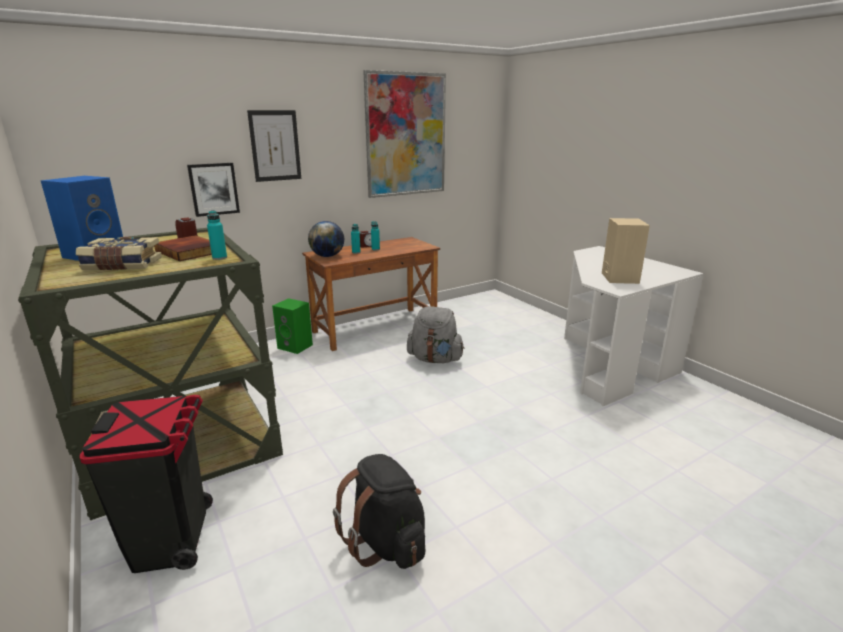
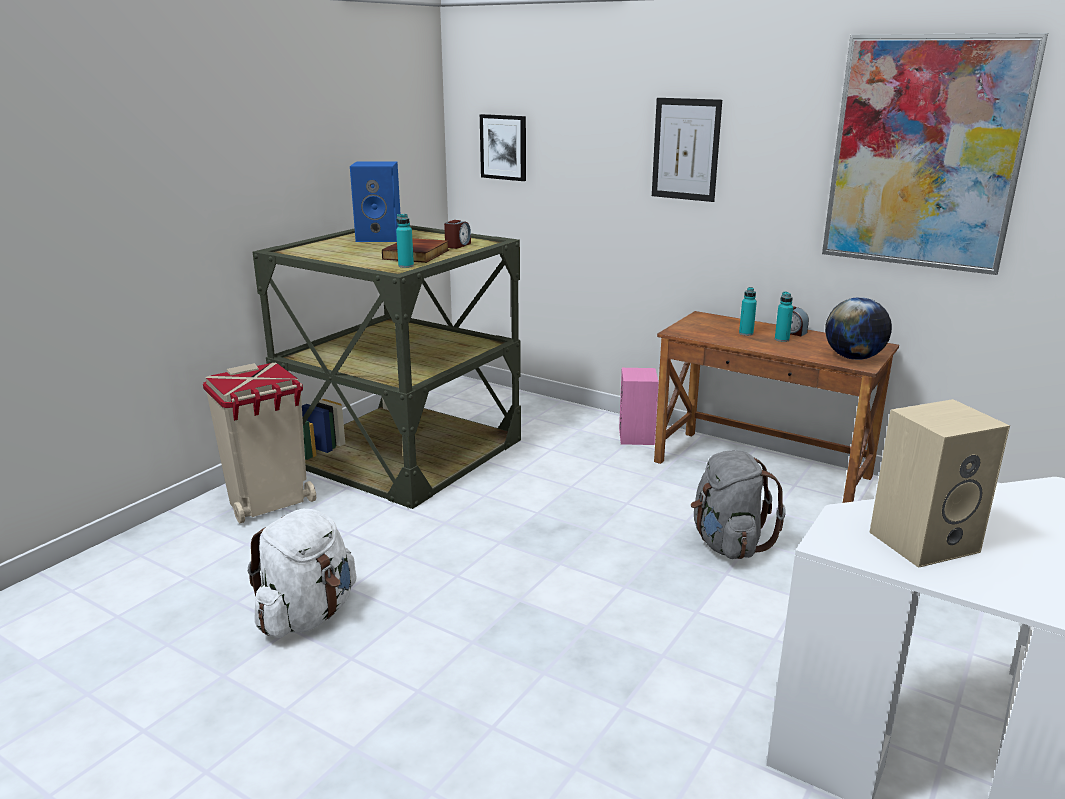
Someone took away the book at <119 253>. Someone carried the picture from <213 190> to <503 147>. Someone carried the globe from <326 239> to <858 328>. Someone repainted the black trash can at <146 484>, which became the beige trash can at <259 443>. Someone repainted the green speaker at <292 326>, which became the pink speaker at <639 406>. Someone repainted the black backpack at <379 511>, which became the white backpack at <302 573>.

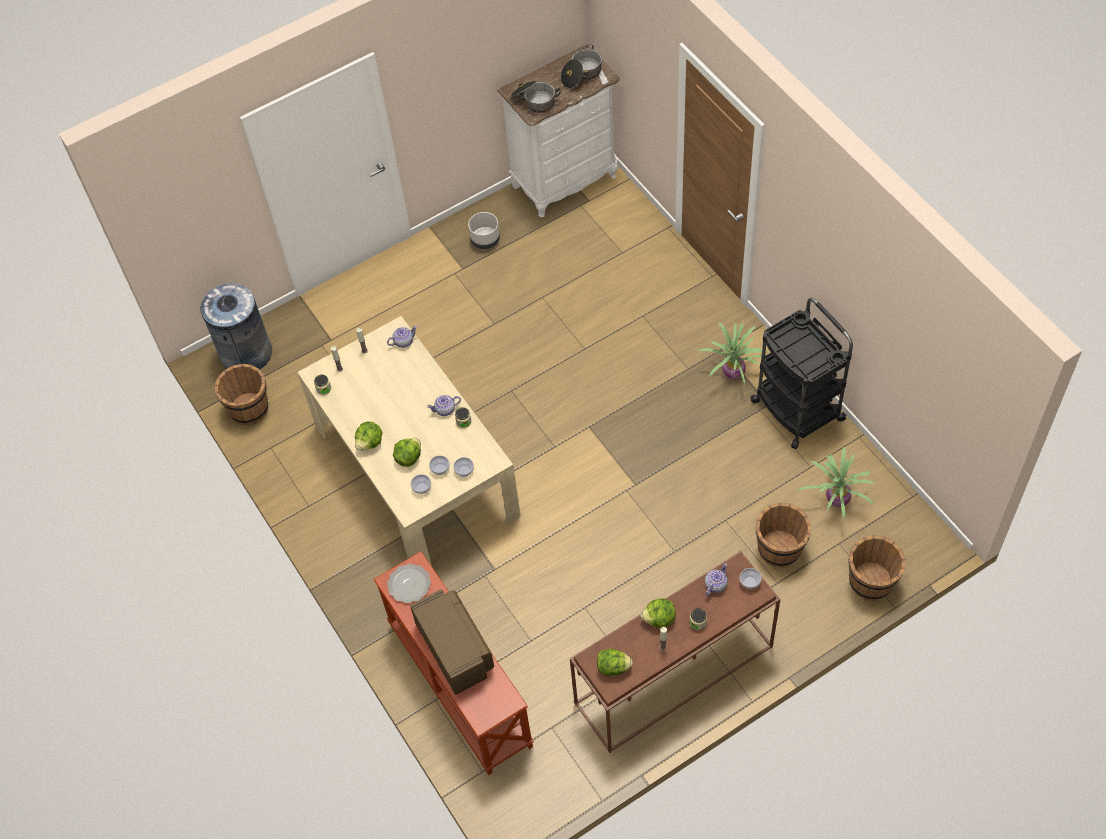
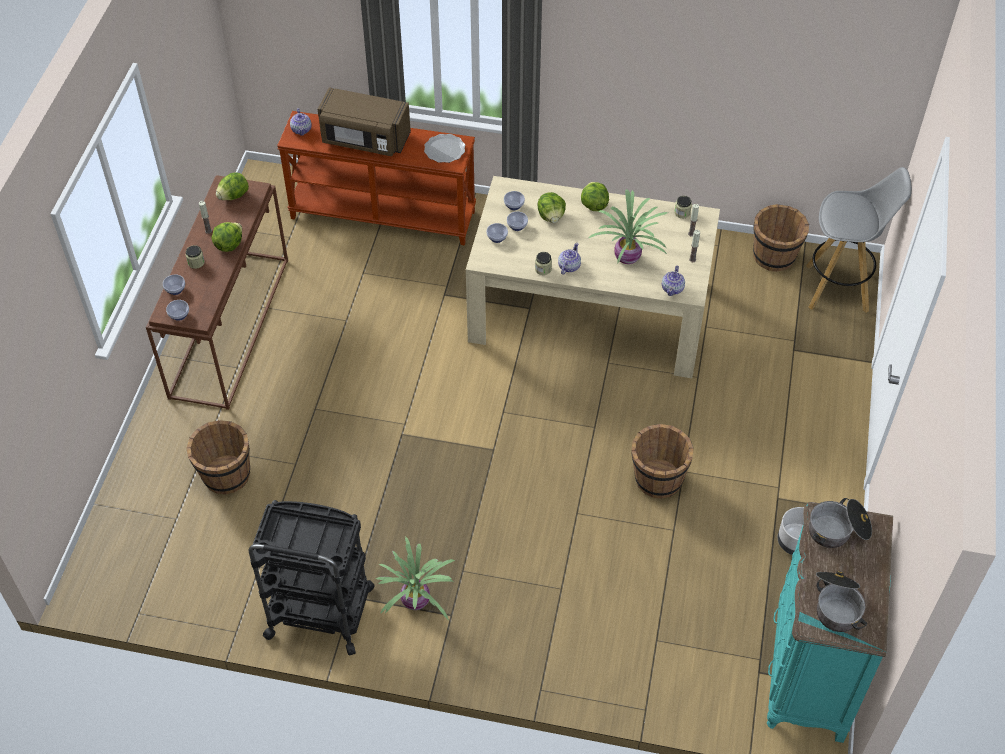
Someone put down the bowl at <174 284>. Someone carried the teapot from <716 579> to <301 122>. Someone carried the potted plant from <836 483> to <628 226>. Someone carried the brown bucket from <877 568> to <662 461>. Someone swapped the grey trash can at <235 326> for the grey stool at <859 240>. Someone repainted the white dresser at <558 130>, which became the turquoise dresser at <830 622>.

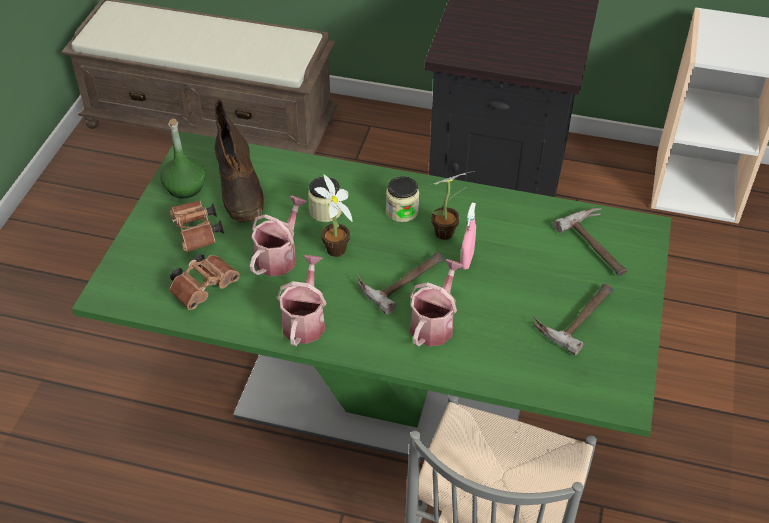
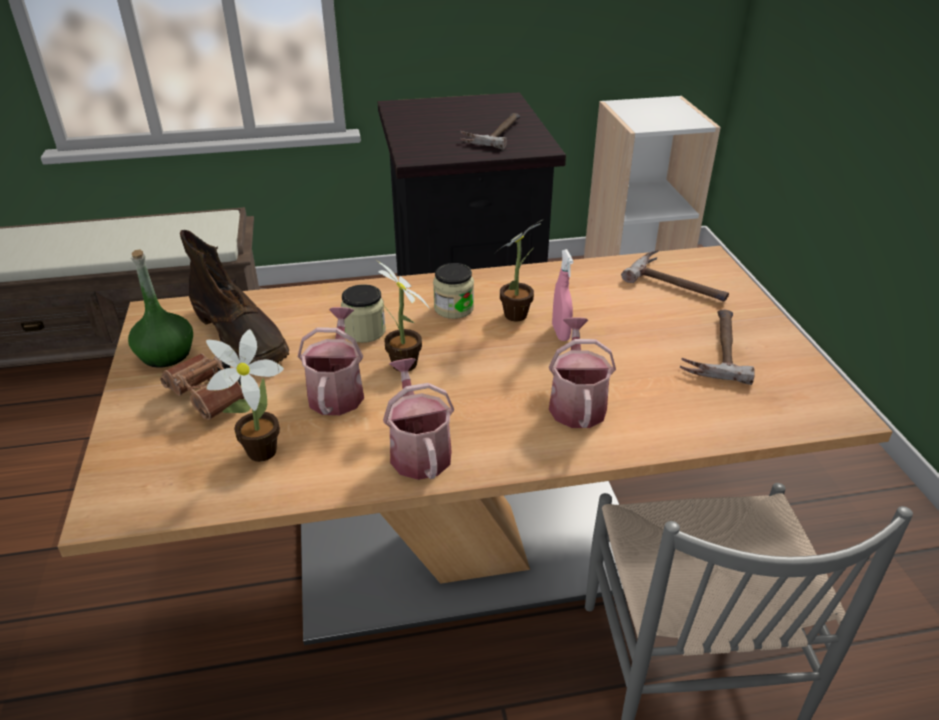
Someone carried the hammer from <401 283> to <490 131>. Someone swapped the brown binoculars at <204 282> for the potted plant at <245 395>. Someone repainted the green dining table at <371 296>, which became the beige dining table at <475 445>.

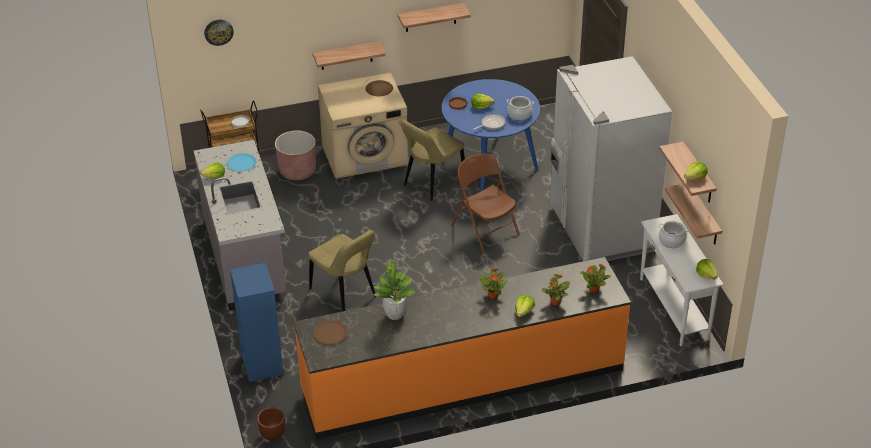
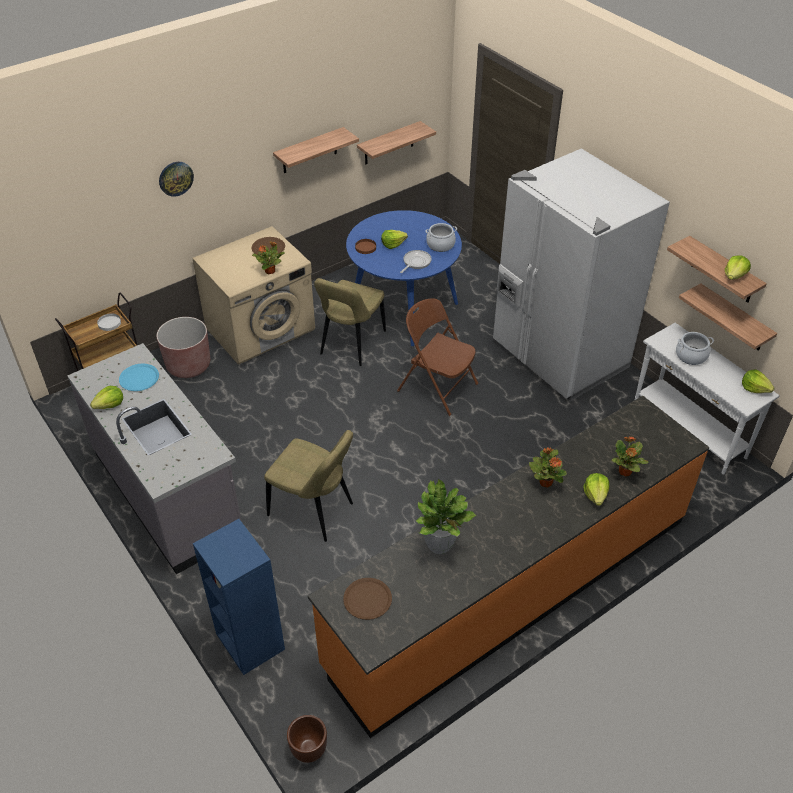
Someone carried the wall clock from <219 33> to <176 179>. Someone carried the shelf from <349 55> to <396 142>. Someone carried the potted plant from <595 278> to <268 257>.

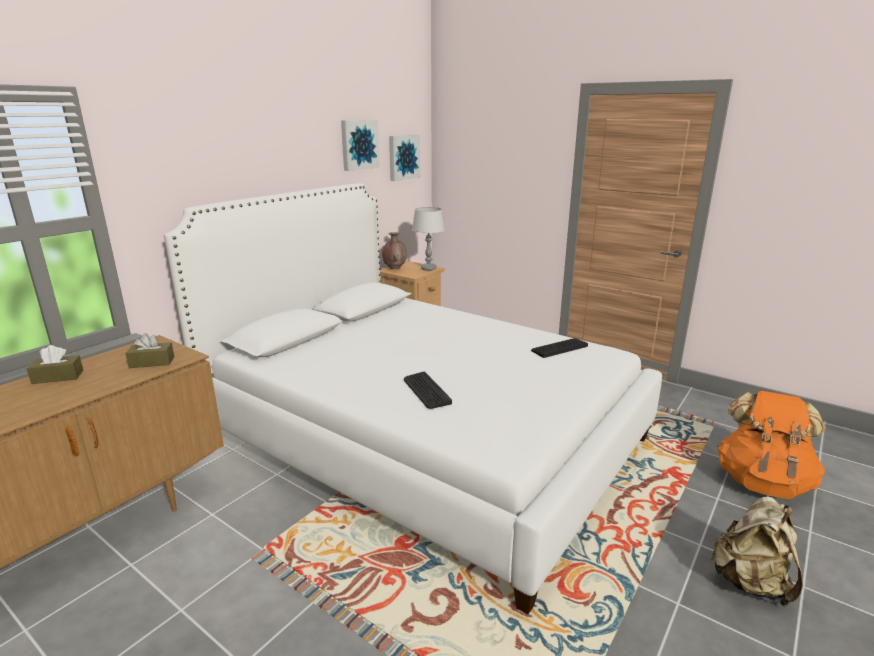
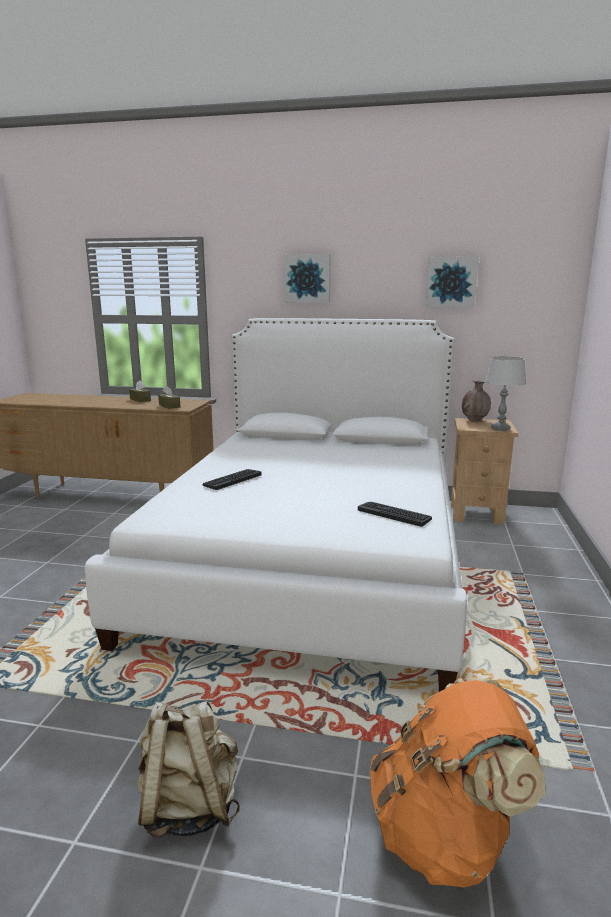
Someone carried the picture from <404 158> to <307 278>.

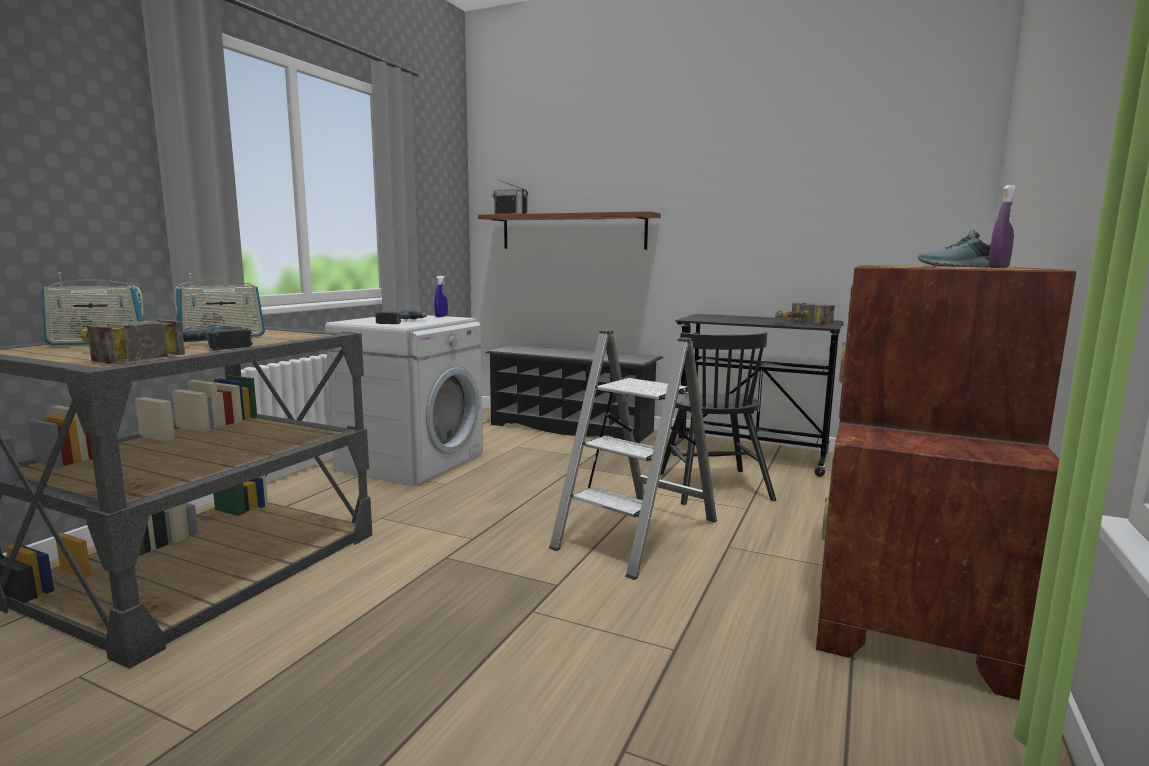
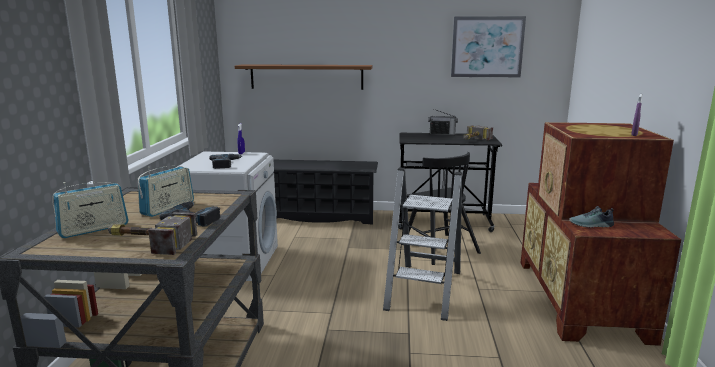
Someone put up the picture at <488 46>. Someone carried the radio from <510 197> to <443 122>. Someone carried the shoe from <954 248> to <591 216>.

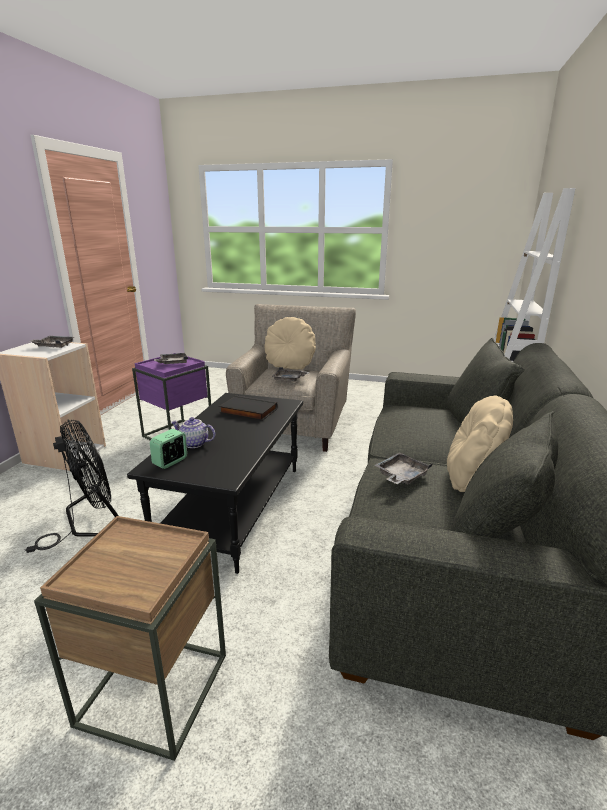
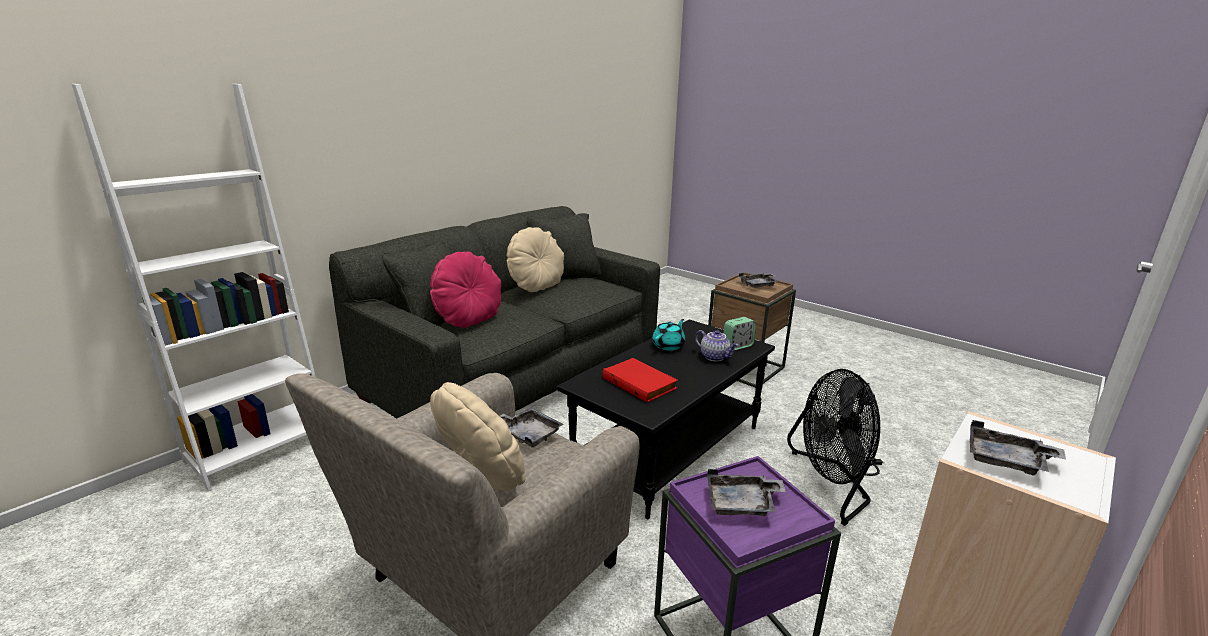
Someone put down the pink pillow at <465 290>. Someone put down the turquoise teapot at <668 335>. Someone carried the grey tray from <403 468> to <758 280>. Someone repainted the black book at <248 408>, which became the red book at <640 380>.

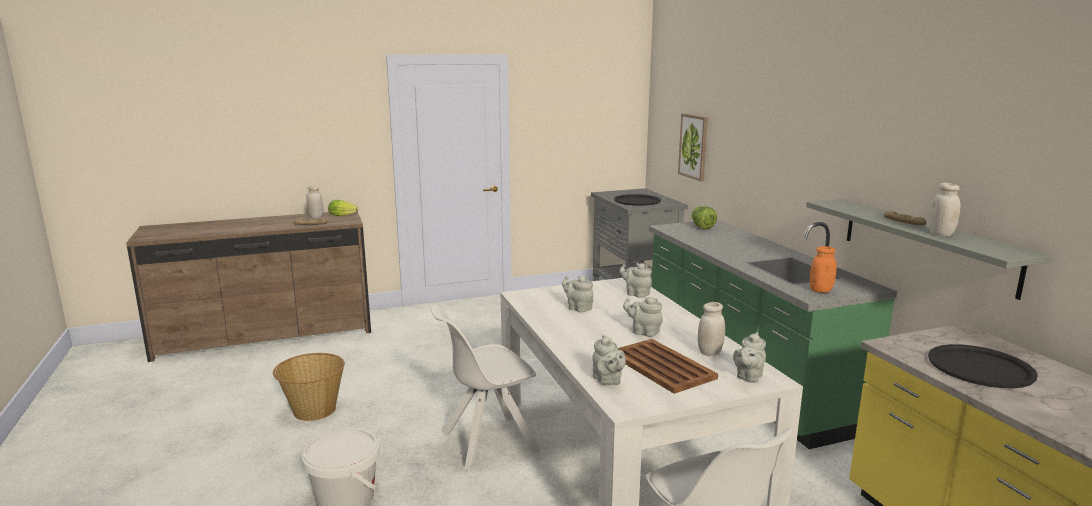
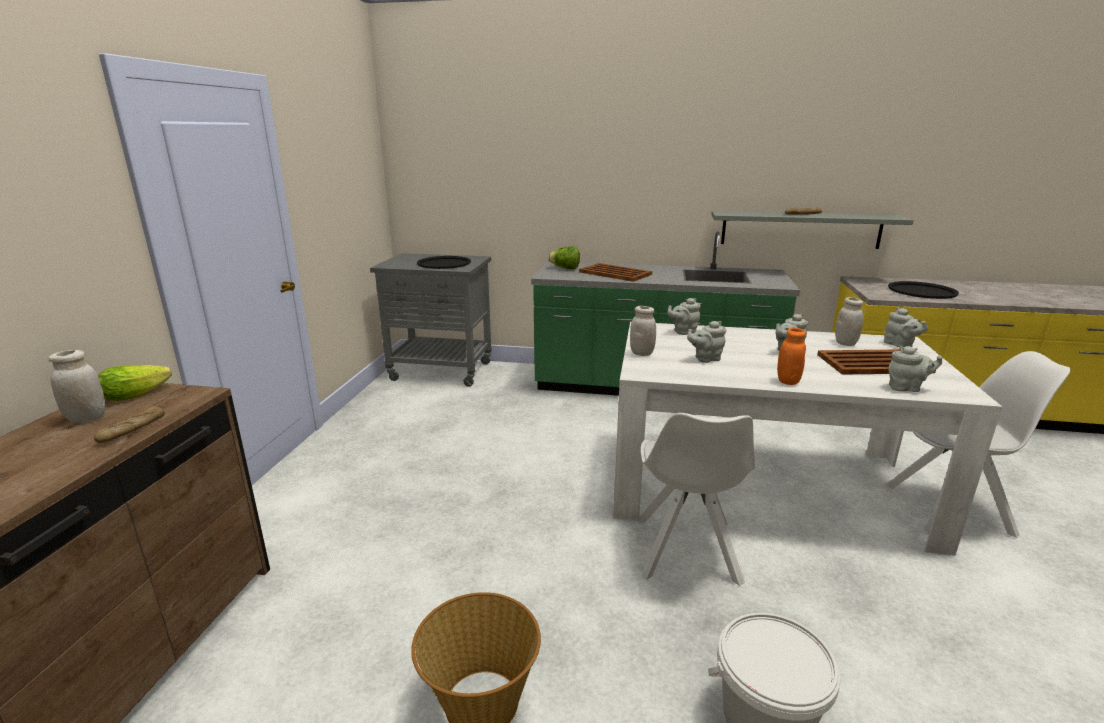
Someone took away the picture at <693 147>. Someone put down the brown tray at <615 272>. Someone carried the orange jar from <823 269> to <791 356>. Someone carried the white jar from <944 209> to <643 331>.

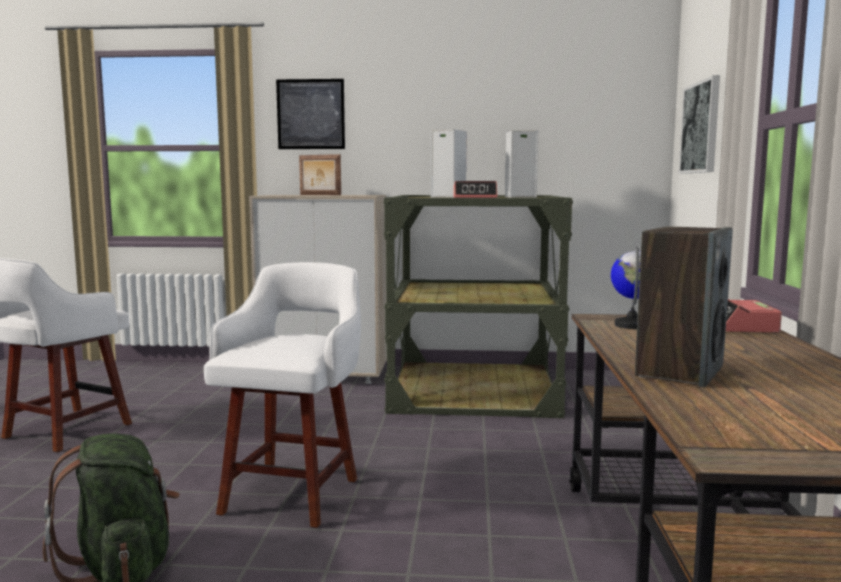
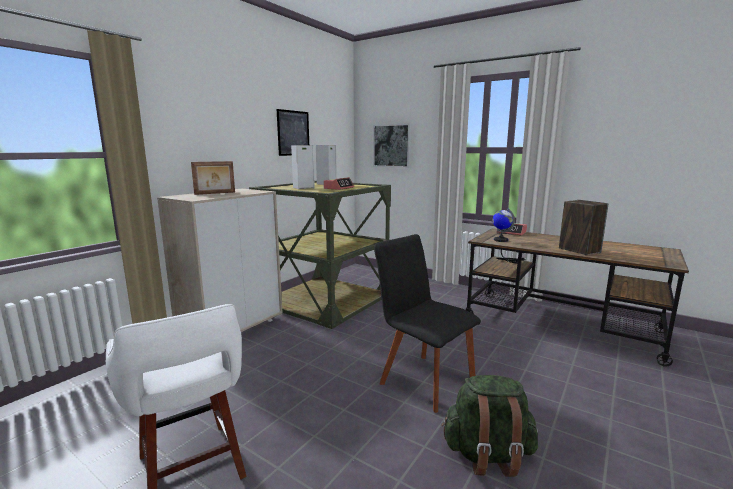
Someone carried the picture from <310 114> to <293 132>. Someone swapped the white stool at <282 395> for the black chair at <427 323>.

